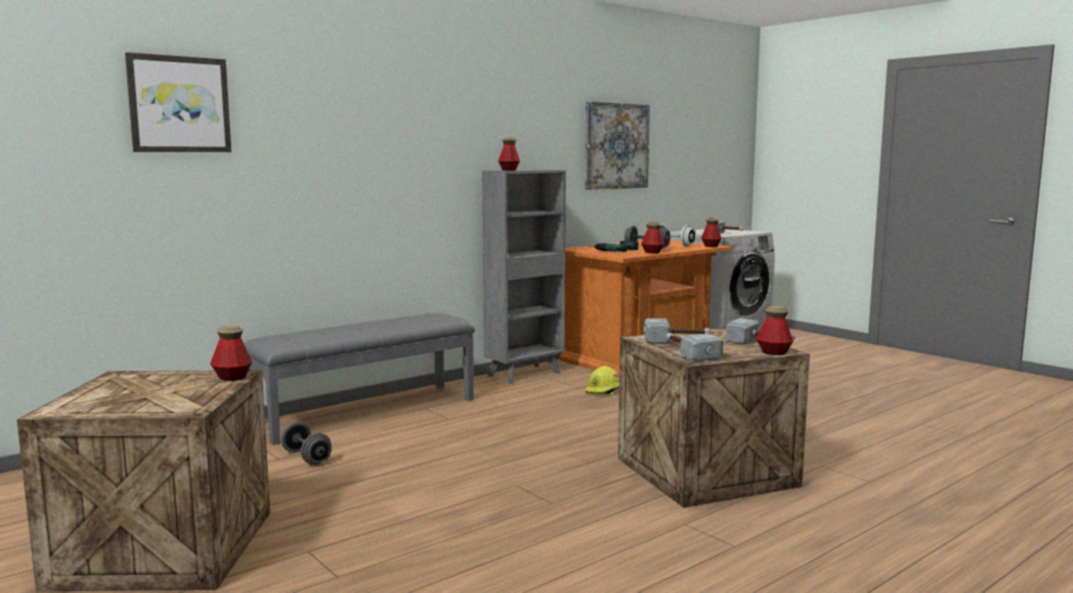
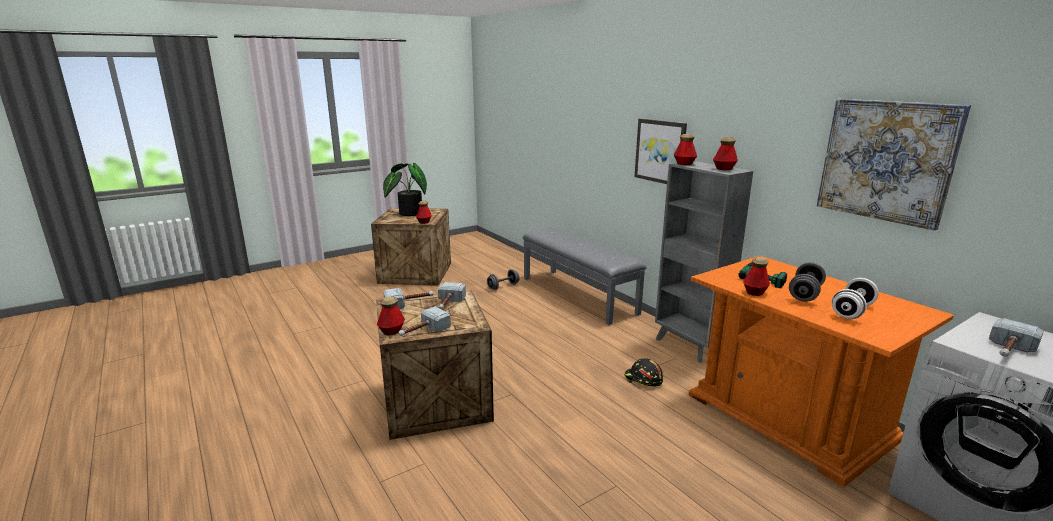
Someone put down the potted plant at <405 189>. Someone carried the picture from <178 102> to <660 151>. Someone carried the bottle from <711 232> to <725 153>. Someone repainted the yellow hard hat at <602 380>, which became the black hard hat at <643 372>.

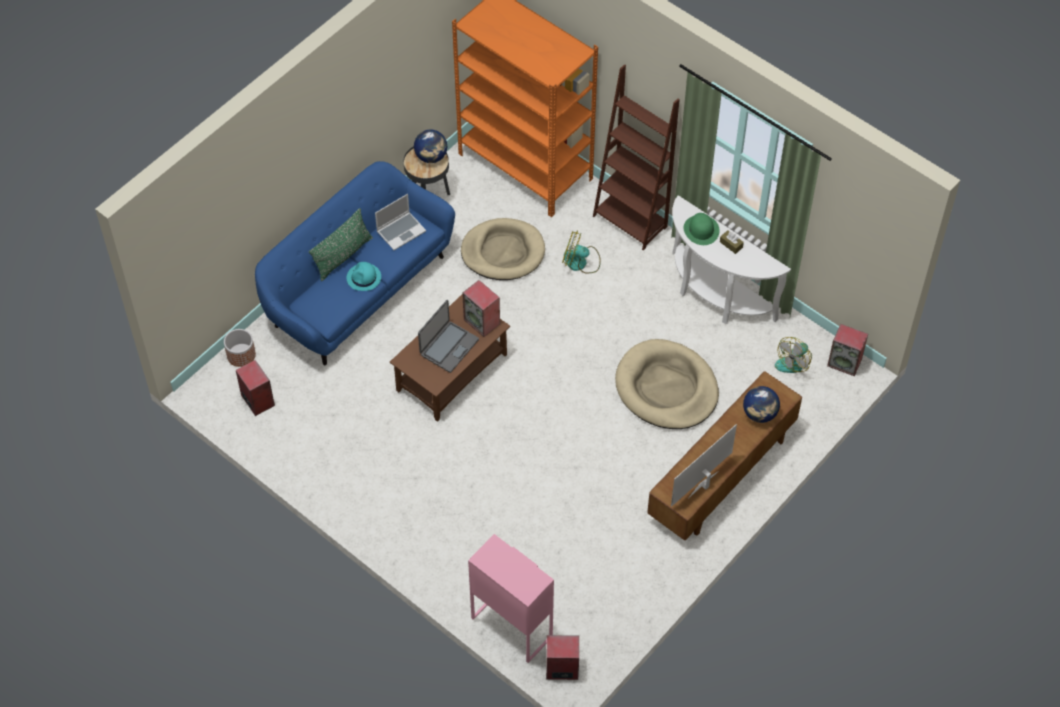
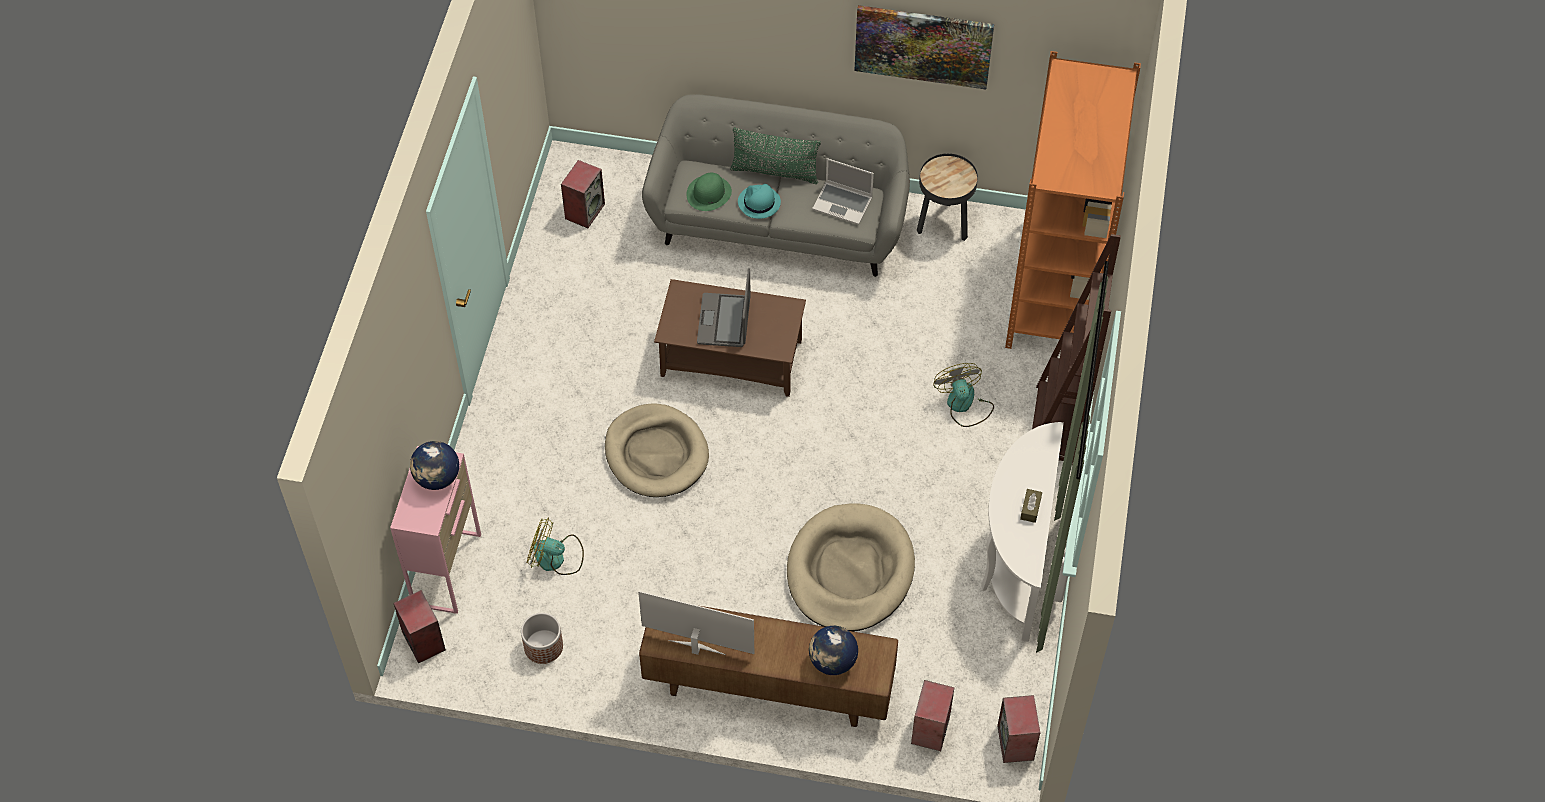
Someone put up the picture at <924 47>. Someone carried the planter from <240 348> to <542 638>. Someone carried the globe from <430 146> to <434 465>. Someone carried the beige dog bed from <503 249> to <657 450>. Someone carried the speaker from <481 308> to <933 715>. Someone carried the green hat from <702 229> to <709 192>. Someone carried the fan from <793 355> to <555 546>. Someone repainted the blue sofa at <355 263>, which became the grey sofa at <776 186>. Someone rotated the laptop at <448 336> by 90 degrees clockwise.

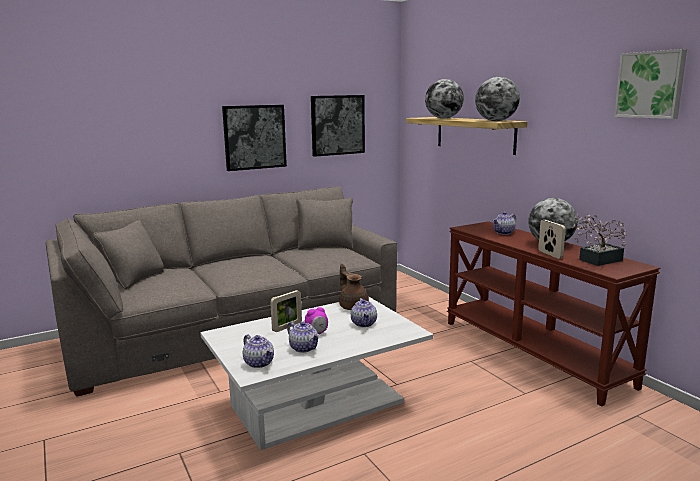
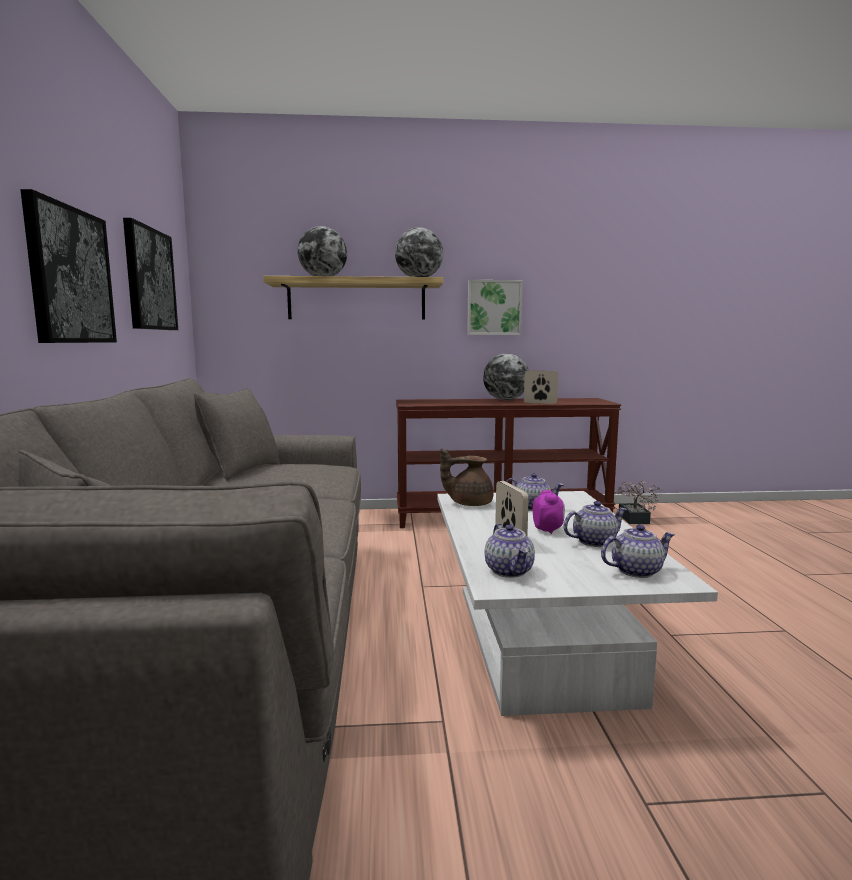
Someone carried the teapot from <504 223> to <510 551>. Someone carried the potted plant from <599 239> to <638 502>. Someone carried the picture from <650 84> to <495 307>.

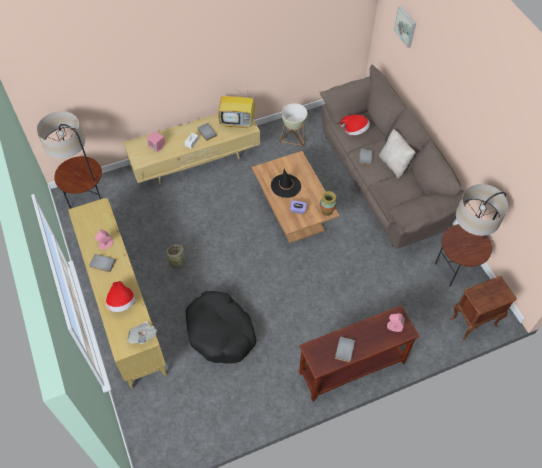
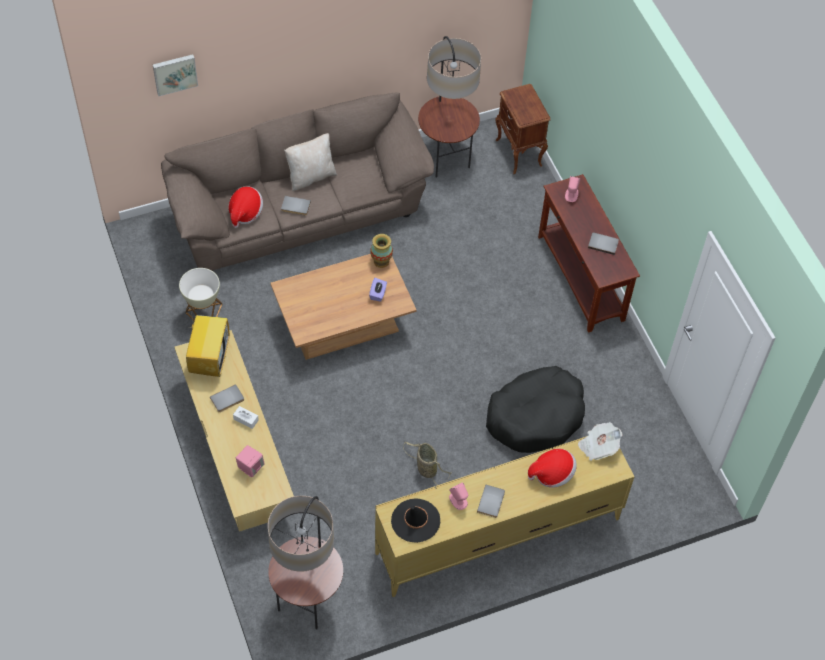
Someone carried the black hat from <286 183> to <415 521>.

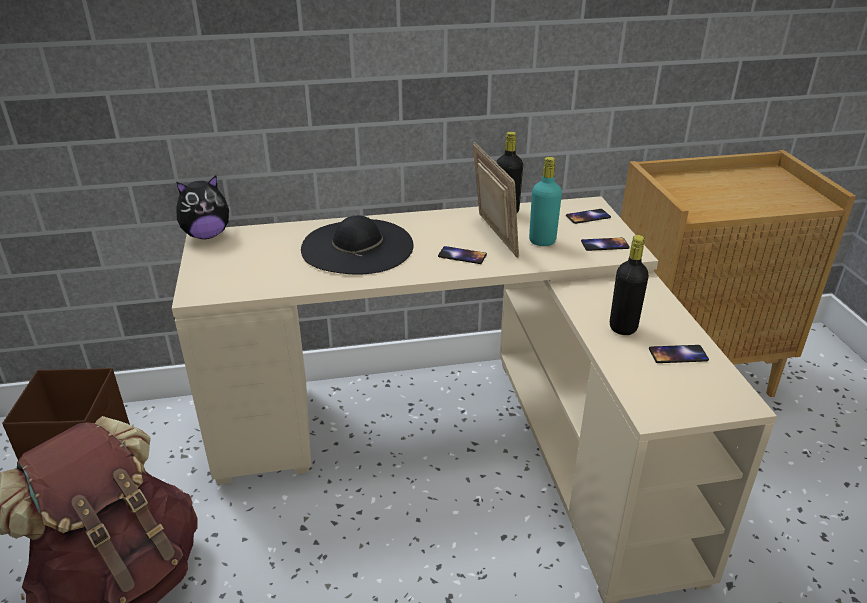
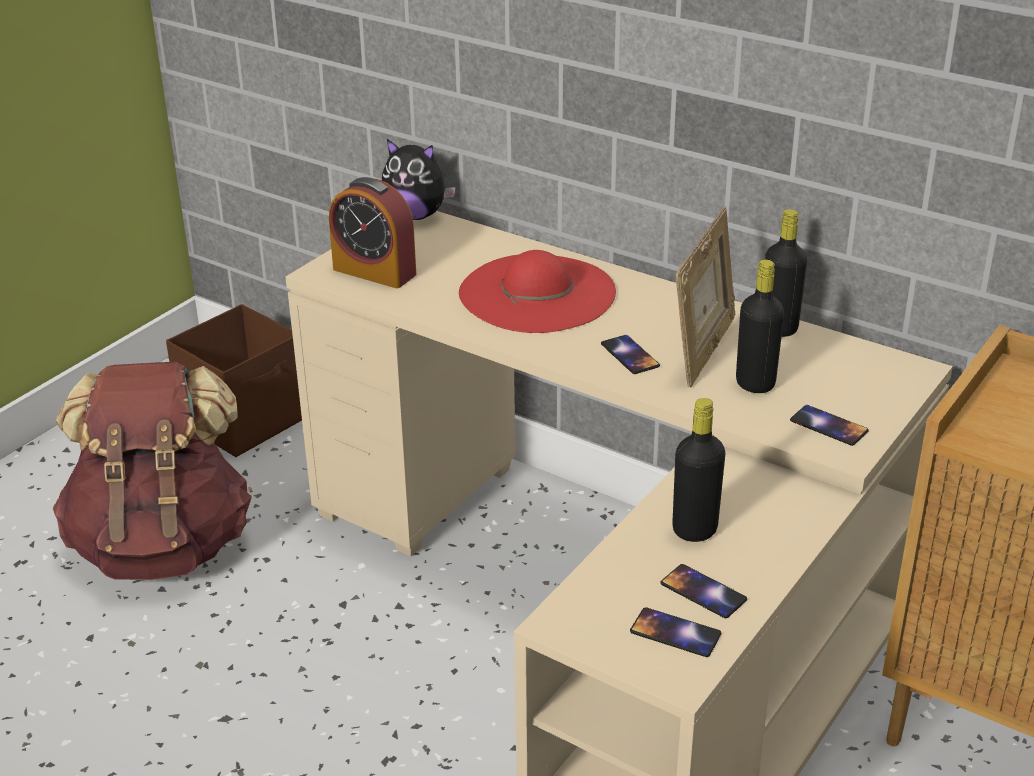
Someone put down the alarm clock at <372 232>. Someone carried the phone from <588 216> to <675 632>. Someone repainted the black hat at <357 244>, which became the red hat at <537 291>. Someone repainted the turquoise bottle at <545 201>, which became the black bottle at <760 326>.

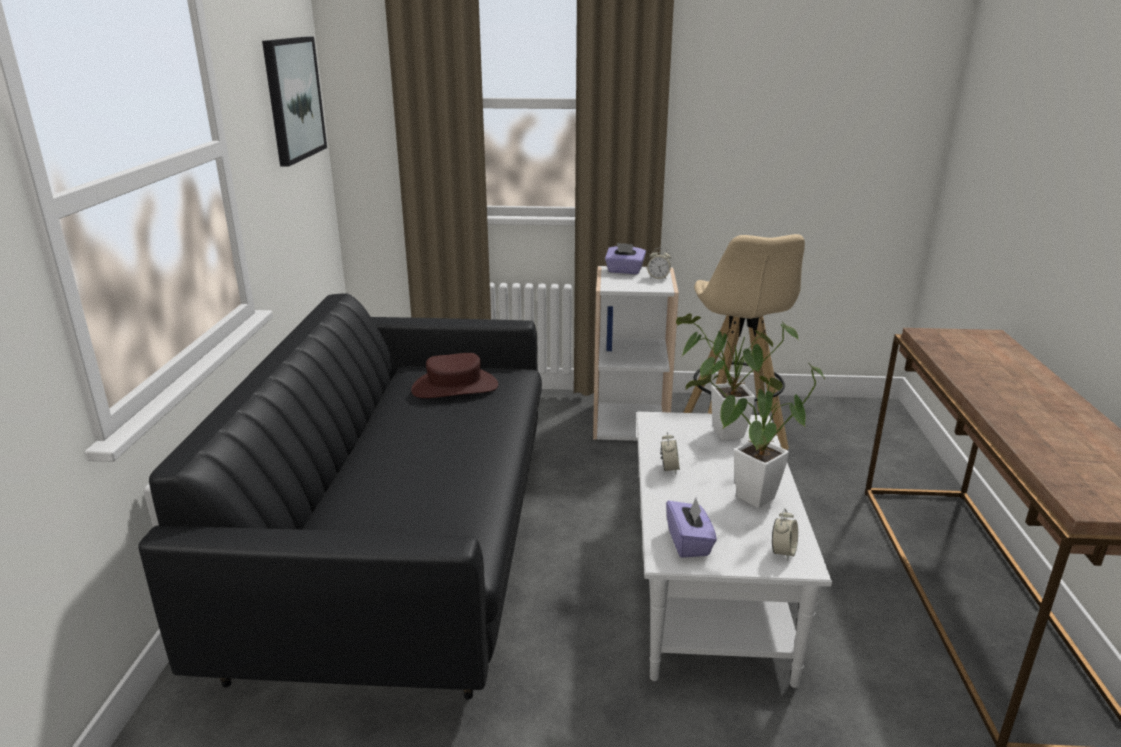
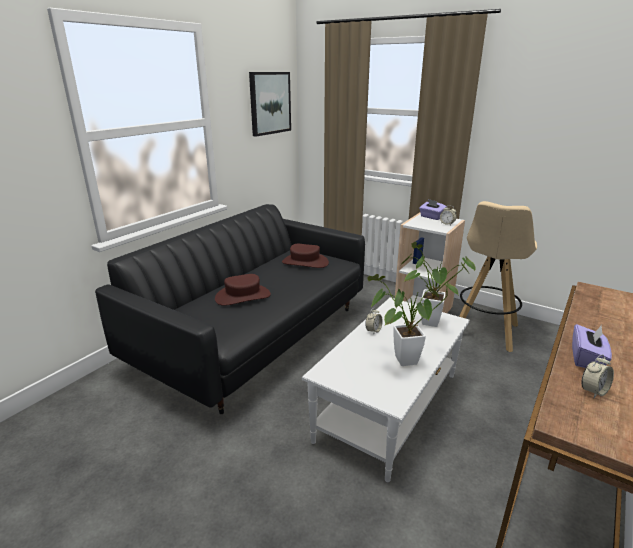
Someone put down the brown hat at <243 290>. Someone carried the purple tissue box from <691 528> to <592 346>. Someone carried the alarm clock from <785 534> to <598 376>.

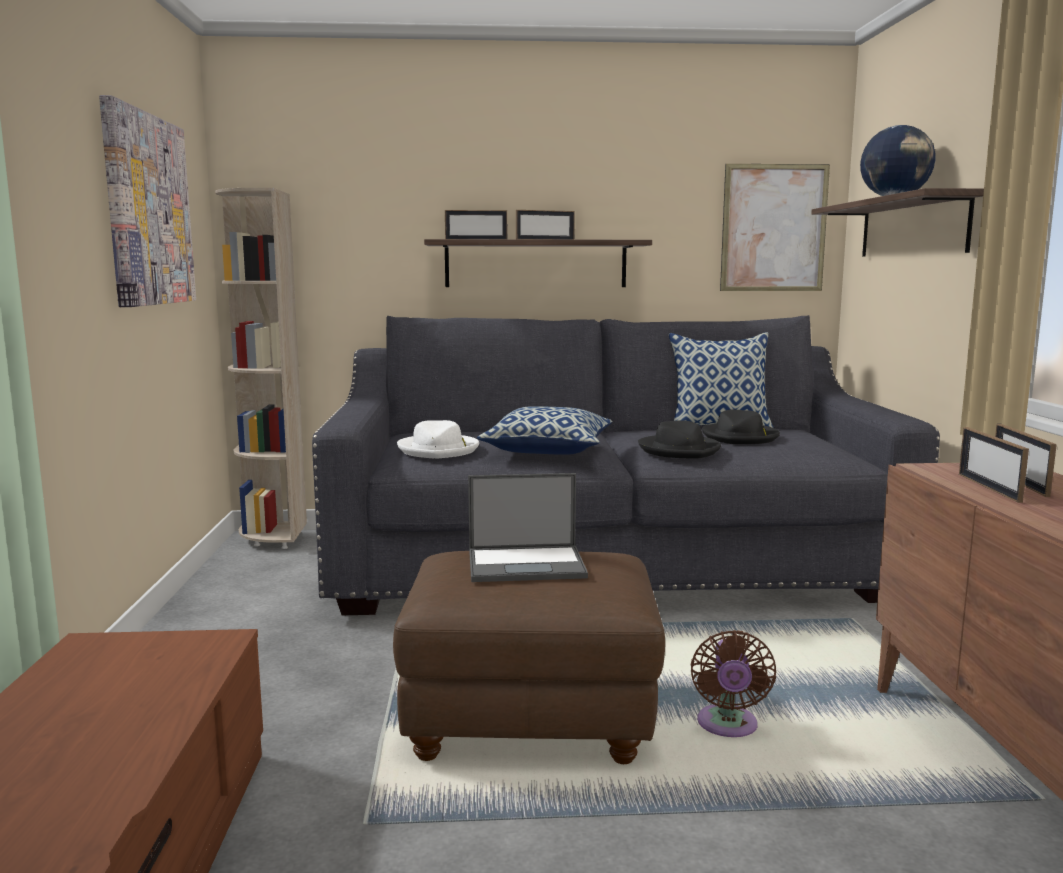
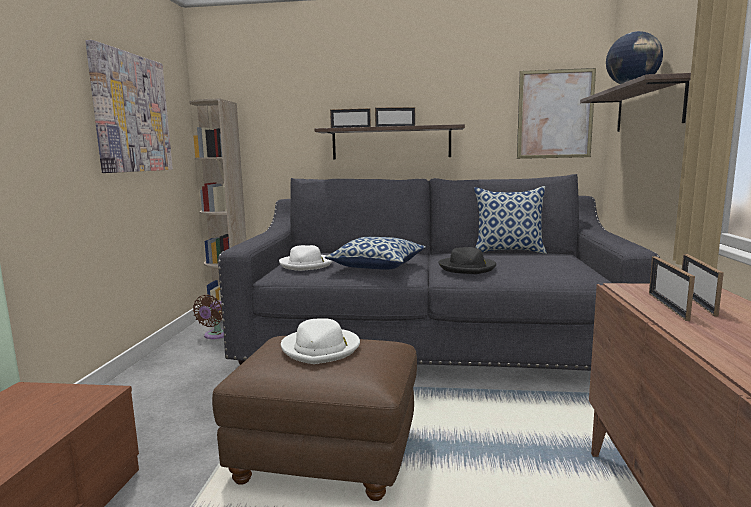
Someone took away the black hat at <741 427>. Someone carried the brown fan from <733 683> to <208 317>. Someone swapped the laptop at <528 527> for the white hat at <320 341>.

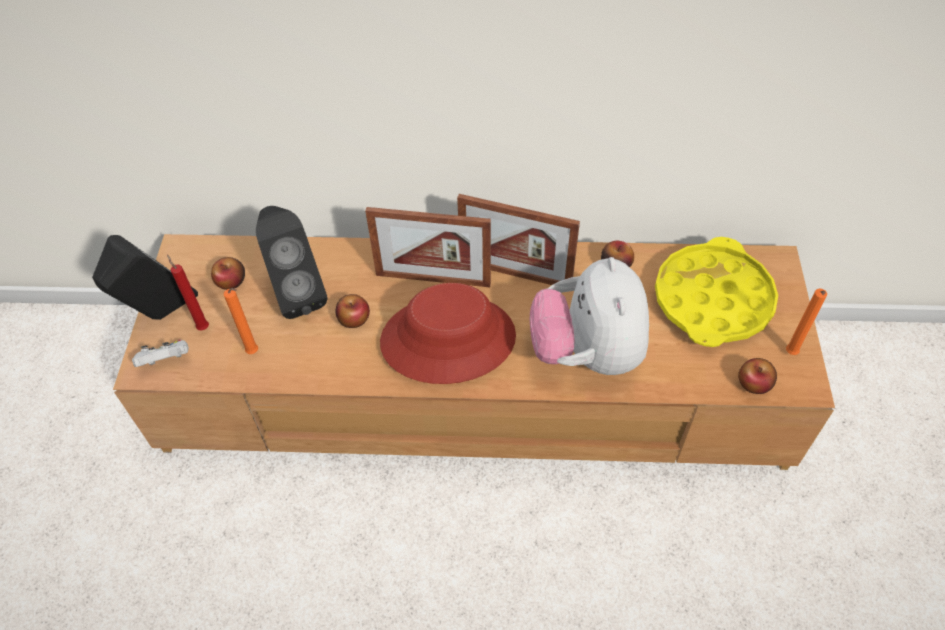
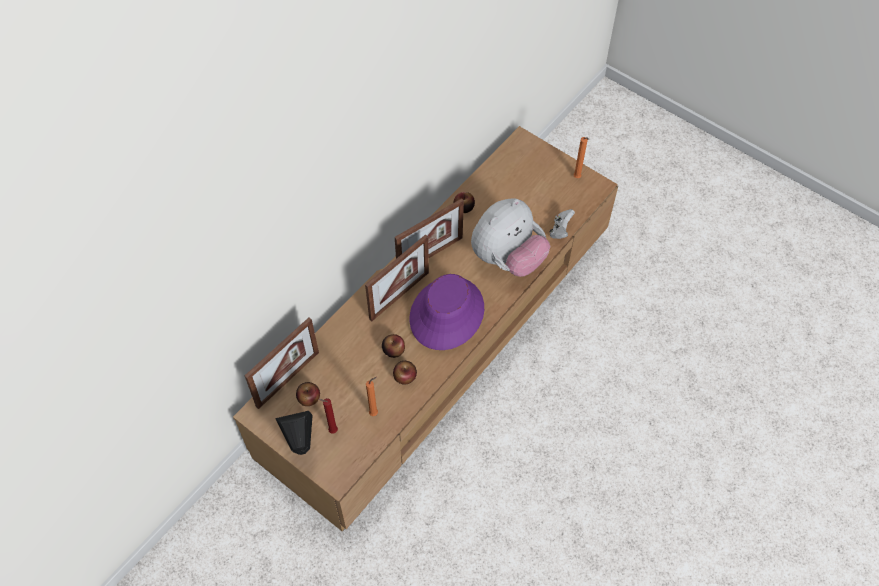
Someone took away the black speaker at <292 262>. Someone took away the yellow tray at <716 292>. Someone put down the picture frame at <282 363>. Someone carried the white game controller from <160 353> to <562 224>. Someone carried the apple from <757 376> to <405 373>. Someone repainted the red hat at <448 333>, which became the purple hat at <446 312>. Someone rotated the plush toy at <589 316> by 75 degrees counterclockwise.

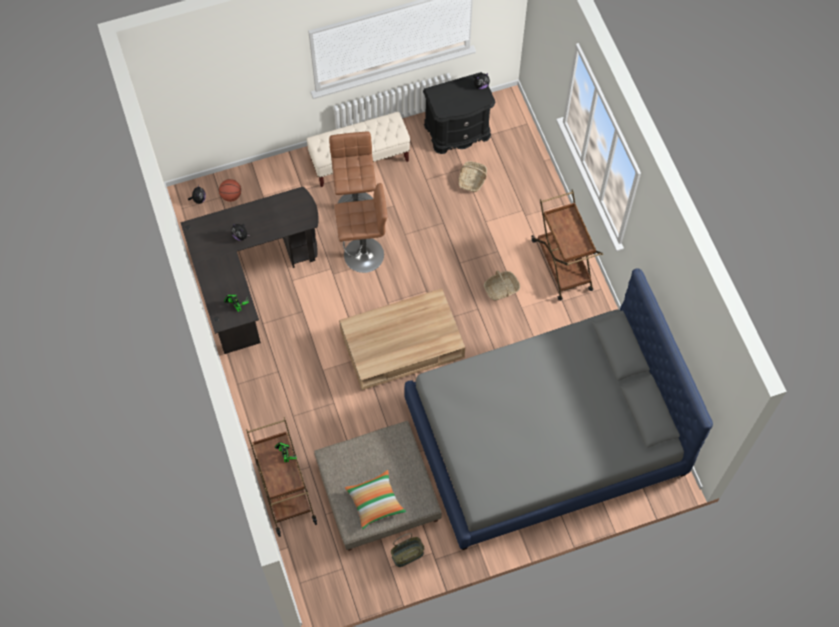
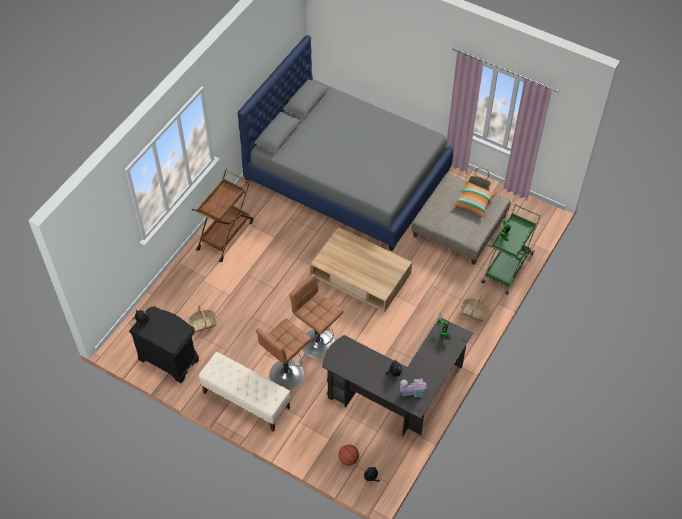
Someone put down the toy house at <413 388>. Someone carried the basket from <502 286> to <474 307>. Someone repainted the brown cart at <281 477>, which became the green cart at <511 249>.

